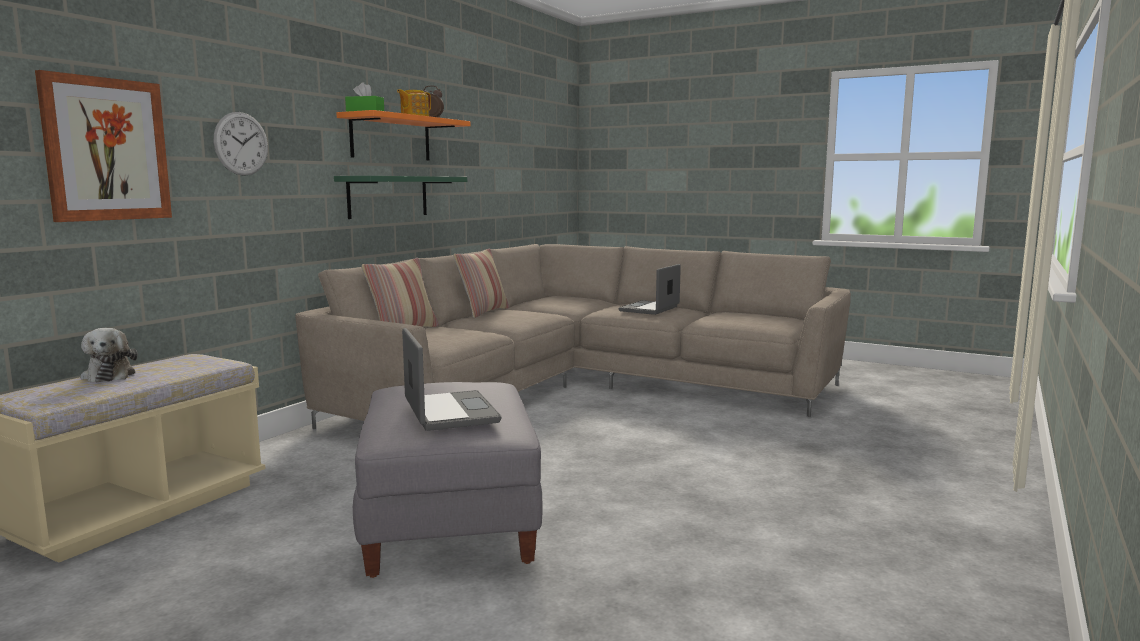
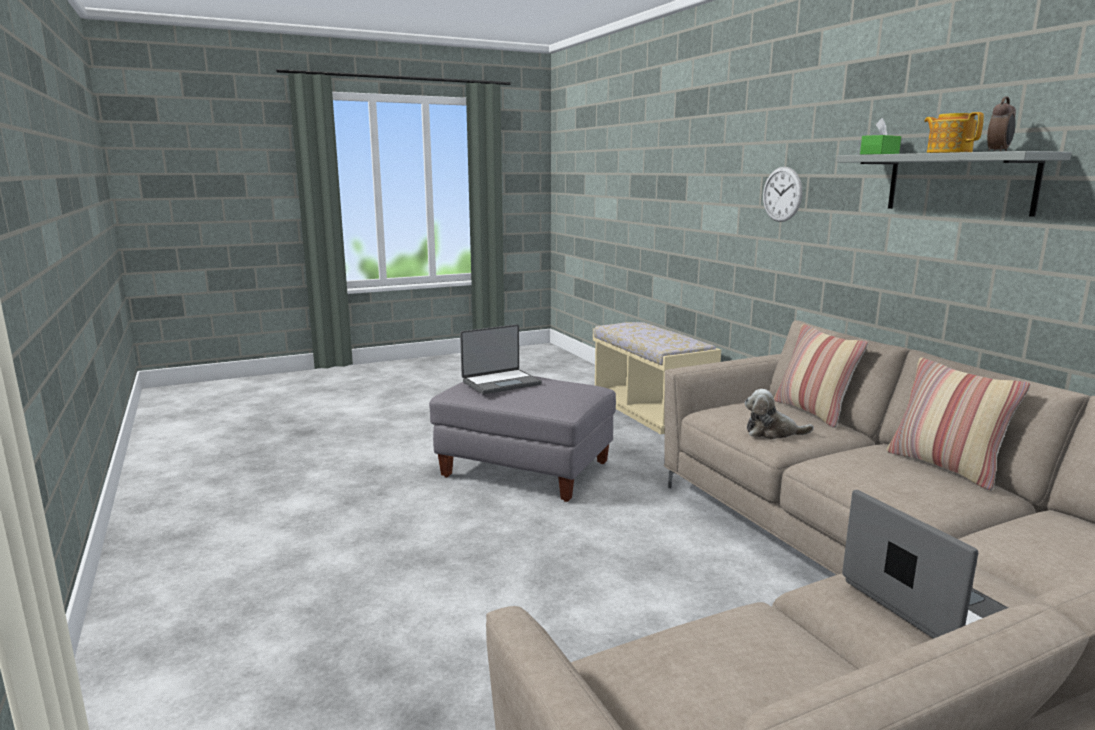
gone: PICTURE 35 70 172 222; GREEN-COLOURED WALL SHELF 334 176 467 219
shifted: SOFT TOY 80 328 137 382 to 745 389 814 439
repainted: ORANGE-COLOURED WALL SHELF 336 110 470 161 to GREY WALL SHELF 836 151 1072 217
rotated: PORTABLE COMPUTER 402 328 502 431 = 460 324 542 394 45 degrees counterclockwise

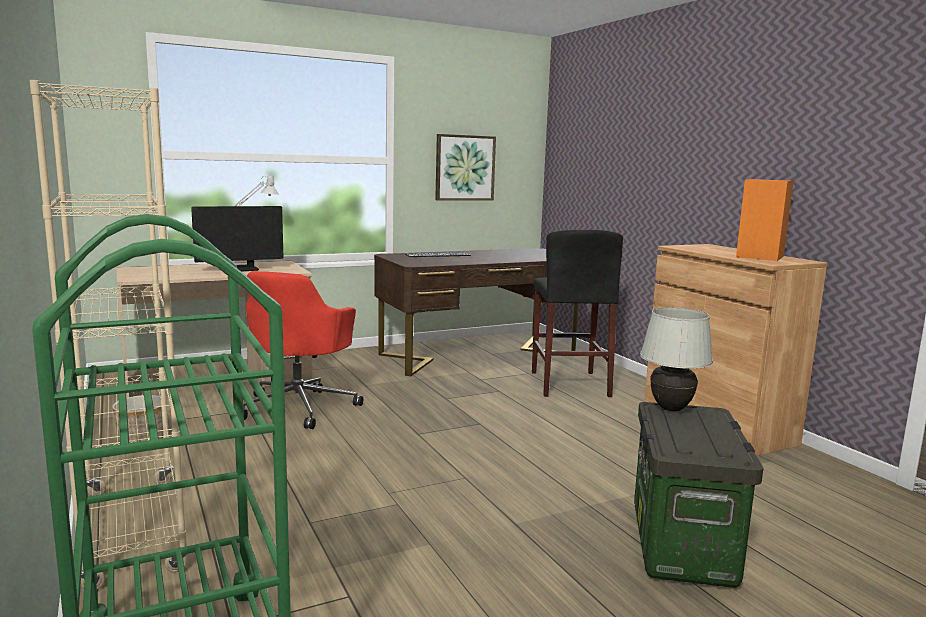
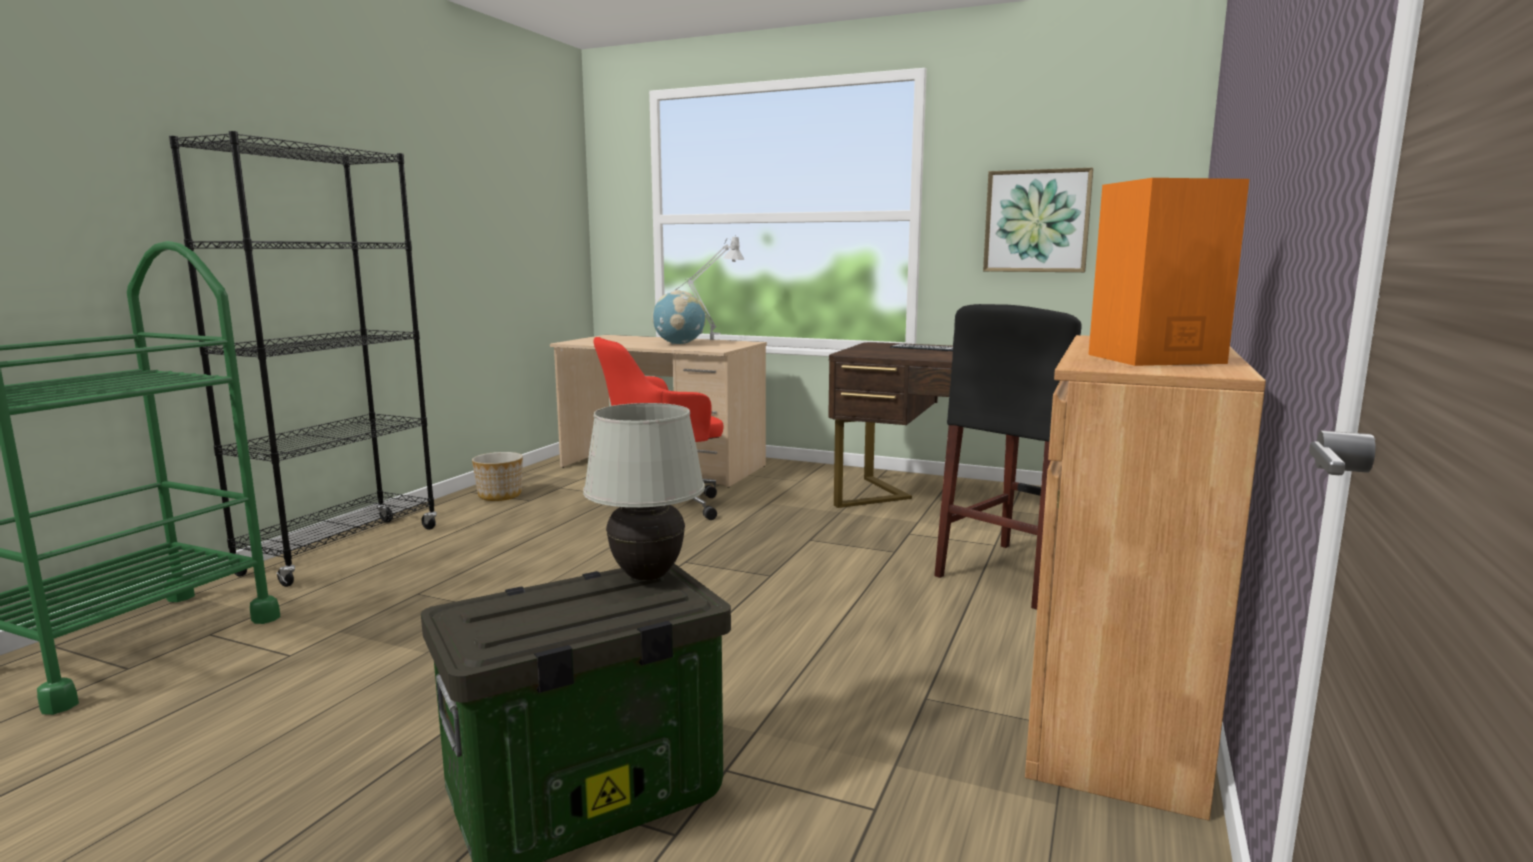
swapped: COMPUTER DISPLAY 191 206 284 272 to DESK GLOBE 652 290 706 344
repainted: SAND-COLOURED SHELVING UNIT 30 80 187 590 to BLACKISH SHELVING UNIT 169 131 437 587

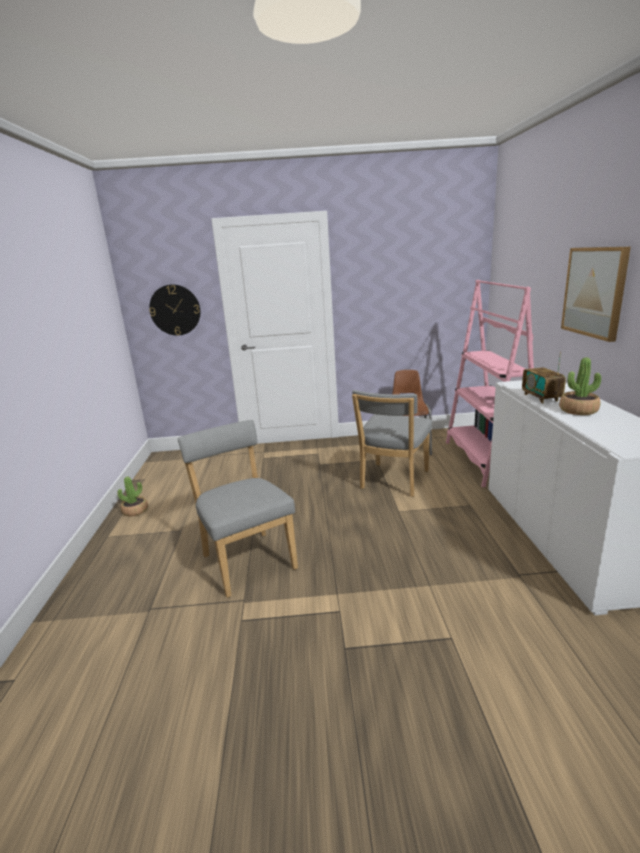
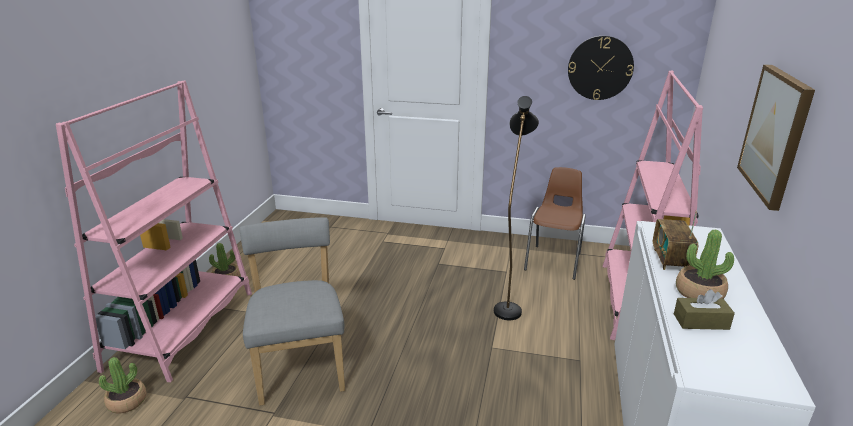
new: PINKISH SHELVING UNIT 56 81 252 382; BROWN TISSUE BOX 674 289 735 330; HOUSEPLANT 99 357 147 414
shifted: HANGING CLOCK 149 284 201 335 to 568 36 634 100
swapped: GREY CHAIR 352 390 432 497 to BLACKISH STANDARD LAMP 494 96 539 320

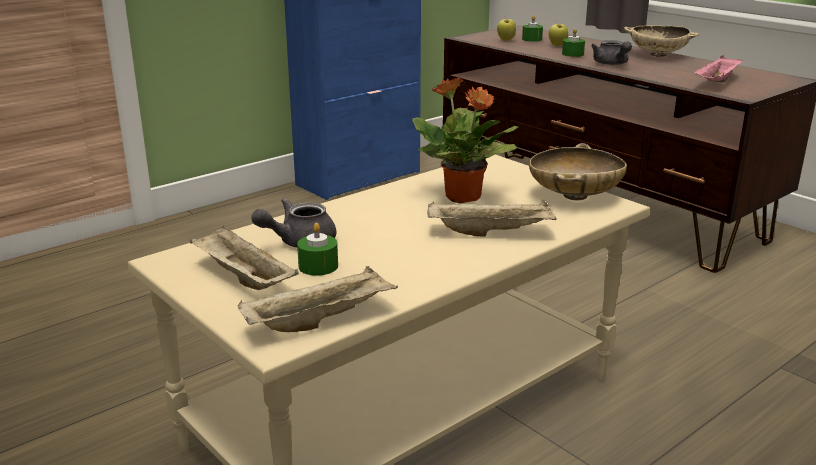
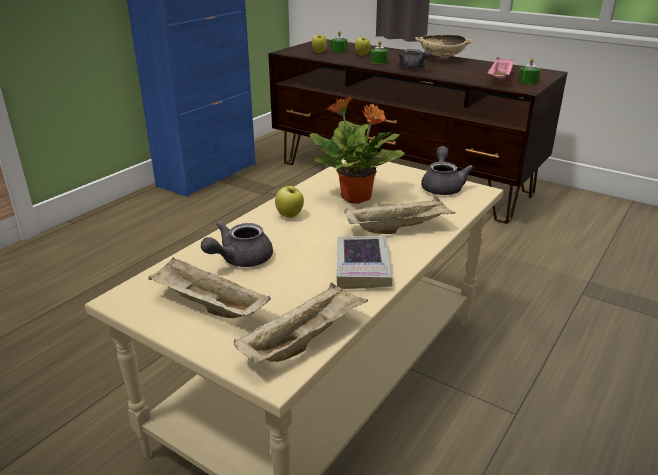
new: APPLE 275 185 304 218; BOOK 336 235 393 289
shifted: GREEN-COLOURED WAX CANDLE 297 223 338 276 to 518 58 541 84
swapped: SAND-COLOURED BOWL 529 143 627 200 to GREY TEA POT 421 146 473 195

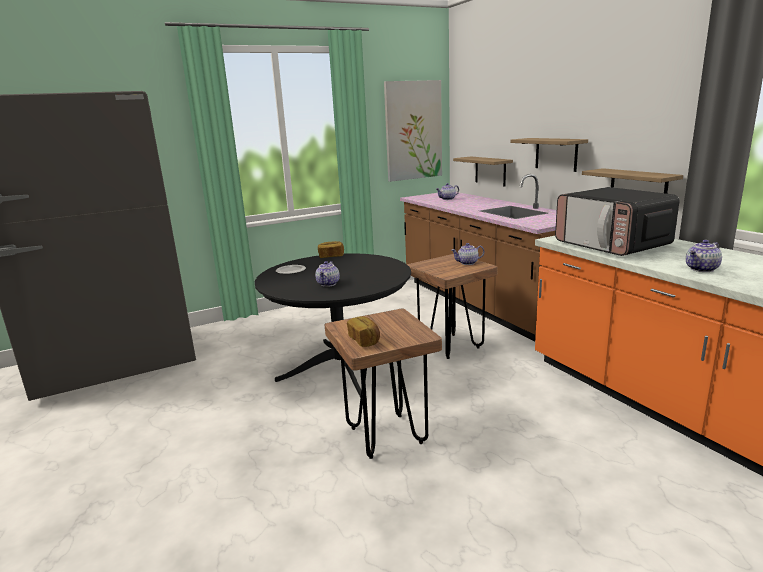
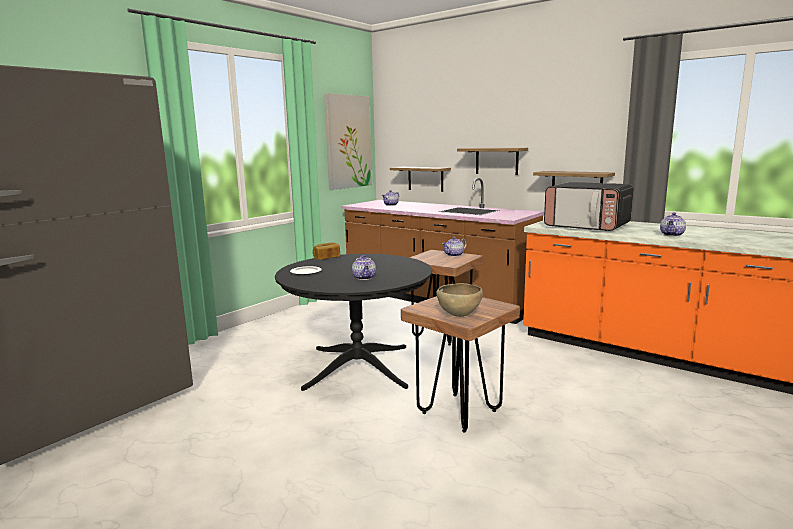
swapped: BAKED BREAD 347 316 380 347 to BROWN BOWL 436 283 483 317

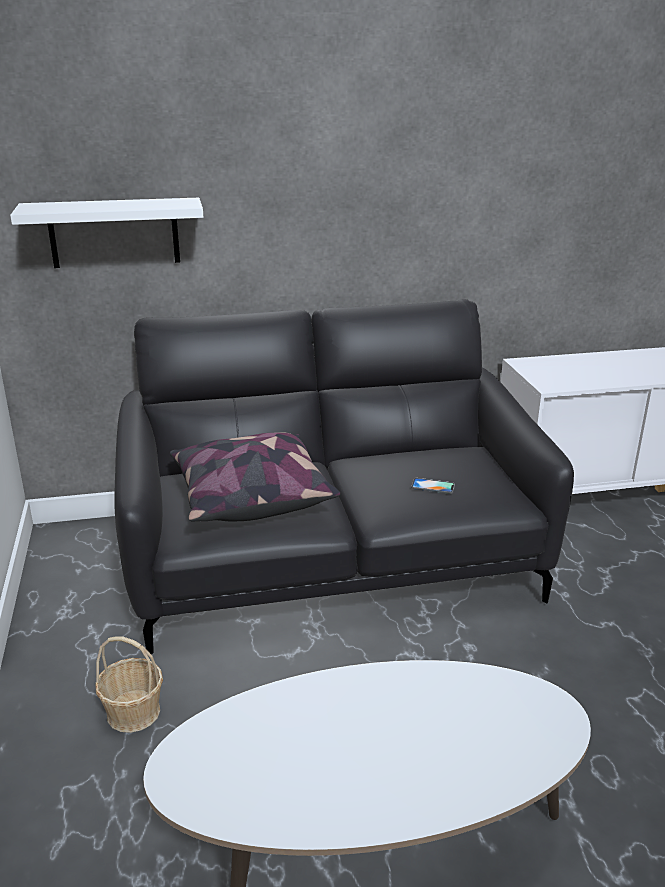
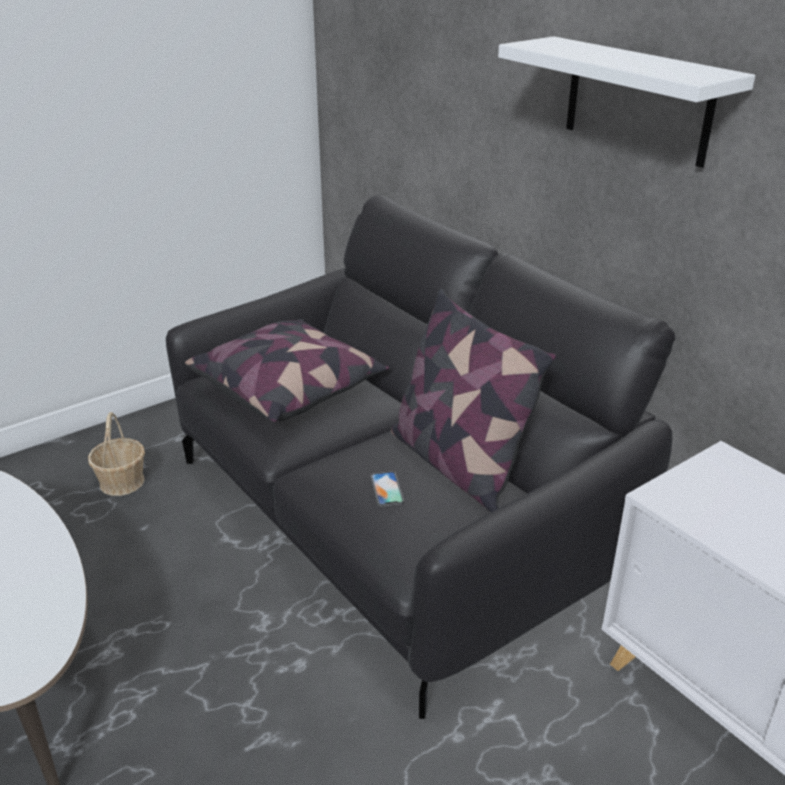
new: CUSHION 391 289 556 512
shifted: WHITE WALL SHELF 10 198 203 268 to 498 36 755 168

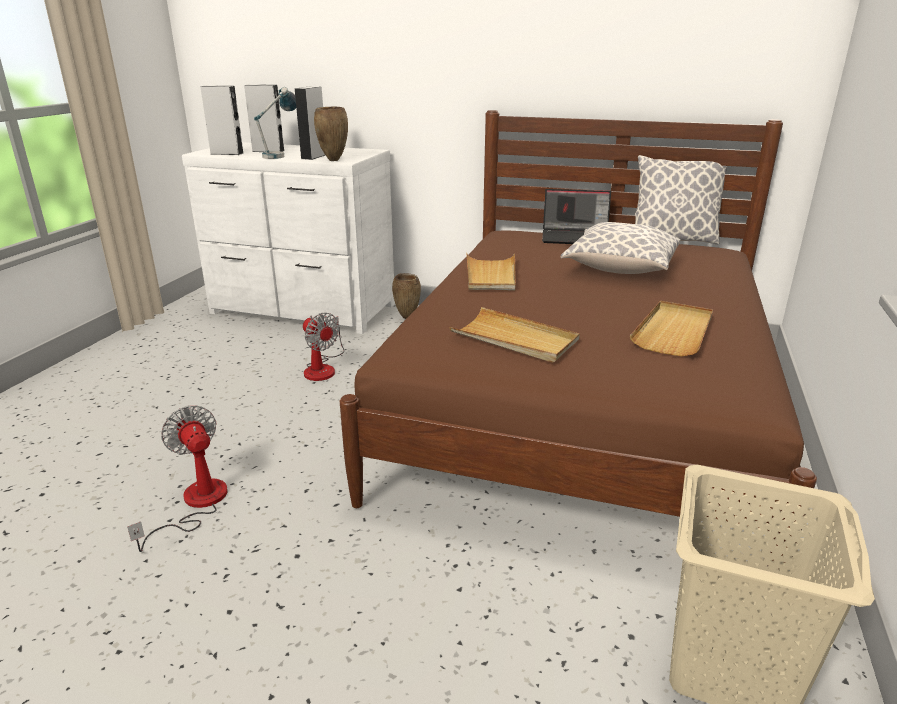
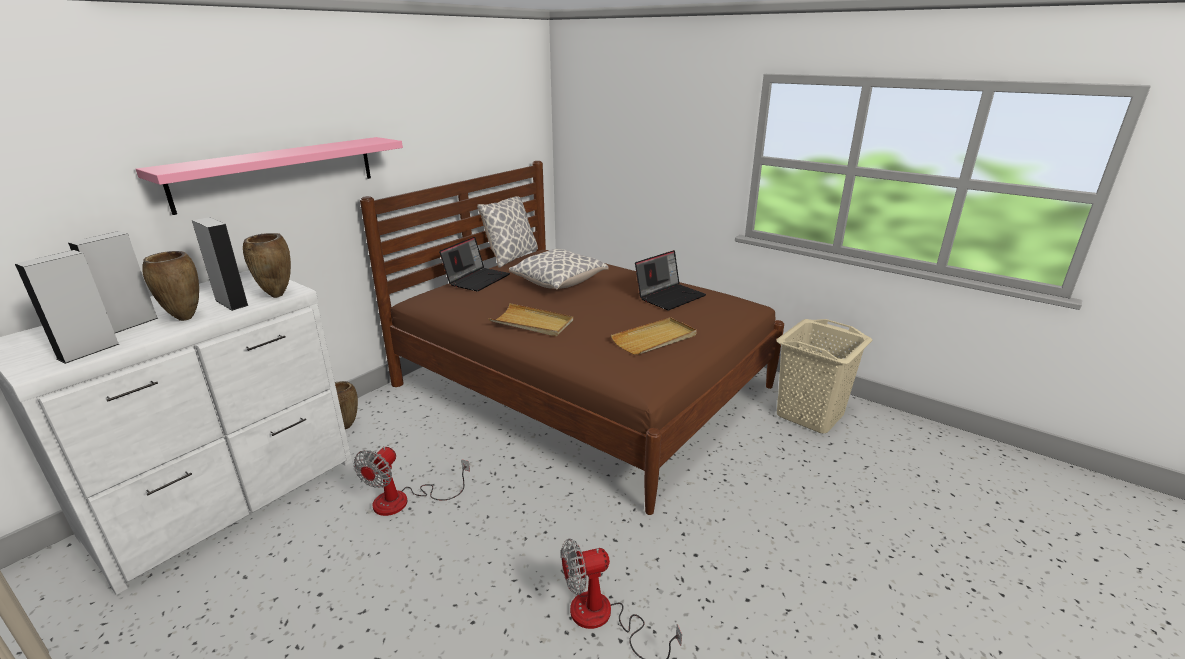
new: PINKISH WALL SHELF 136 137 403 215
swapped: LAMP FOR A TABLE 254 87 296 159 to BROWN VASE 142 251 199 321; SAND-COLOURED SERVING TRAY 630 301 713 356 to PORTABLE COMPUTER 635 250 706 310
rotated: ELECTRIC FAN 303 313 345 381 = 353 446 470 516 135 degrees clockwise

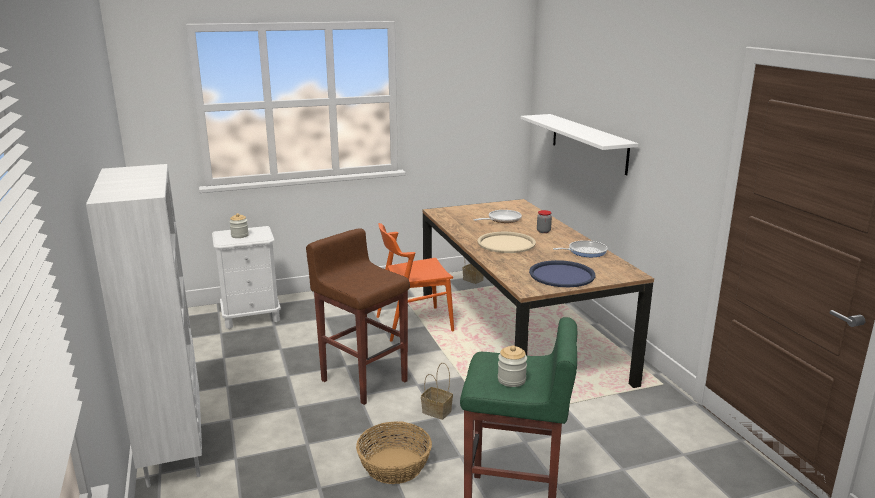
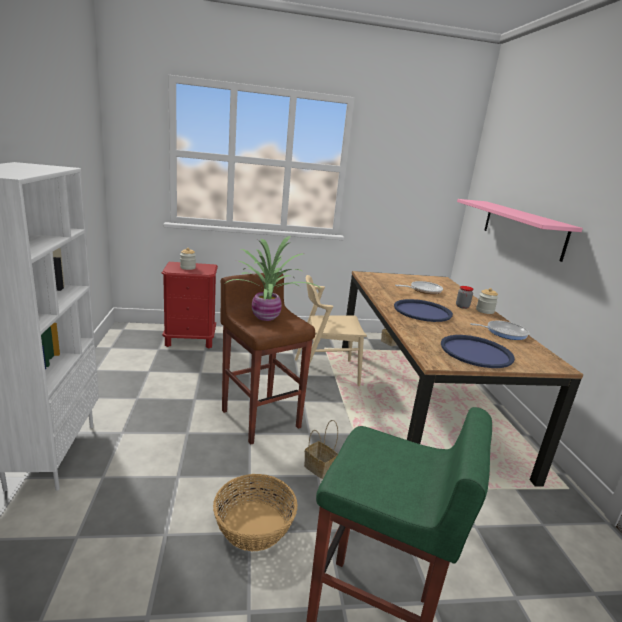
new: HOUSEPLANT 226 236 323 321
shifted: PRESERVE JAR 498 345 527 387 to 476 288 498 314
repainted: WHITE WALL SHELF 520 114 638 175 to PINKISH WALL SHELF 457 199 583 262; ORANGE-COLOURED CHAIR 377 223 454 342 to SAND-COLOURED CHAIR 295 275 367 386; WHITE NIGHTSTAND 212 226 281 329 to REDDISH NIGHTSTAND 161 262 218 348; SAND-COLOURED SERVING TRAY 477 232 536 253 to BLUE-COLOURED SERVING TRAY 394 299 453 322

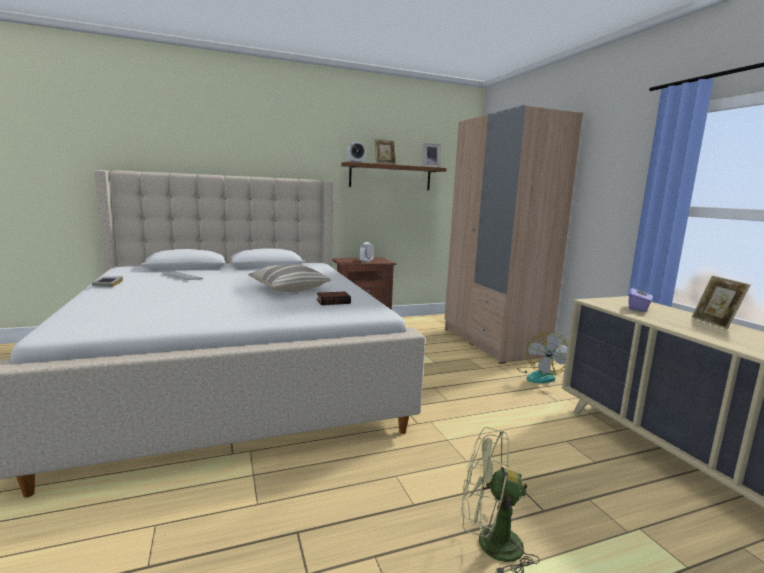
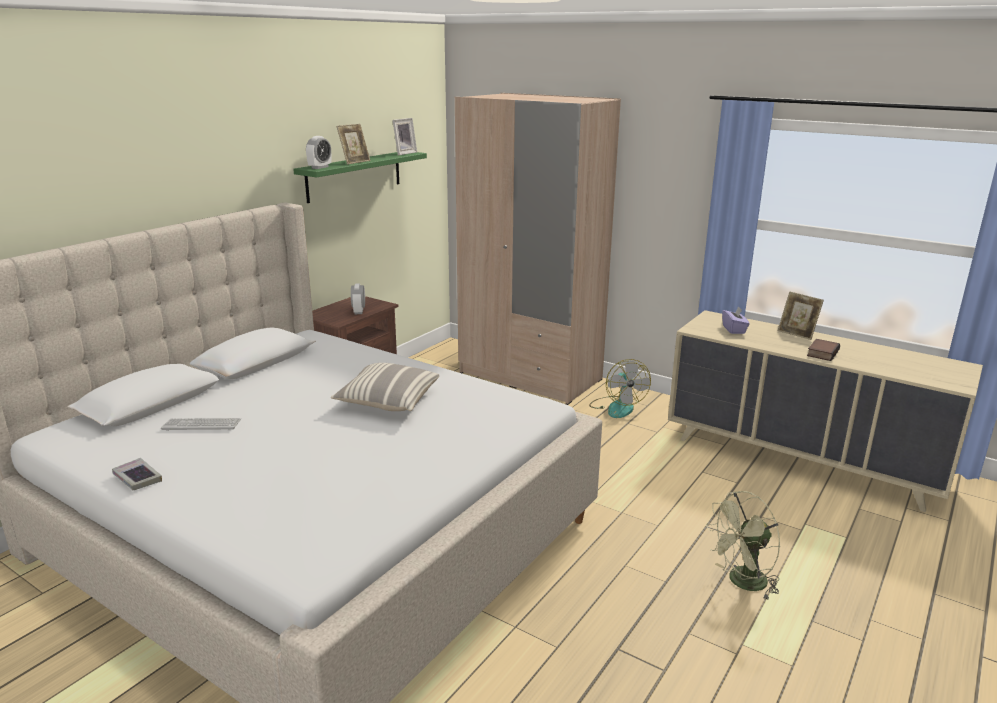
shifted: BOOK 317 291 351 305 to 807 339 840 361
repainted: BROWN WALL SHELF 341 162 447 190 to GREEN-COLOURED WALL SHELF 293 152 427 203

